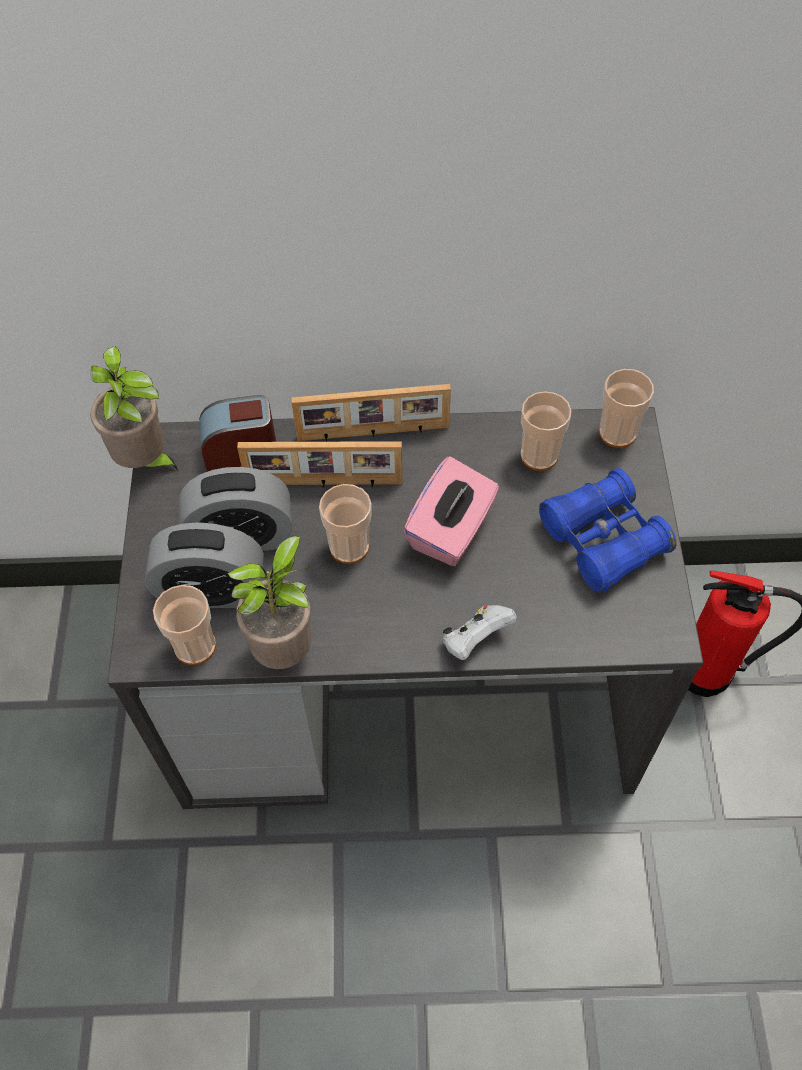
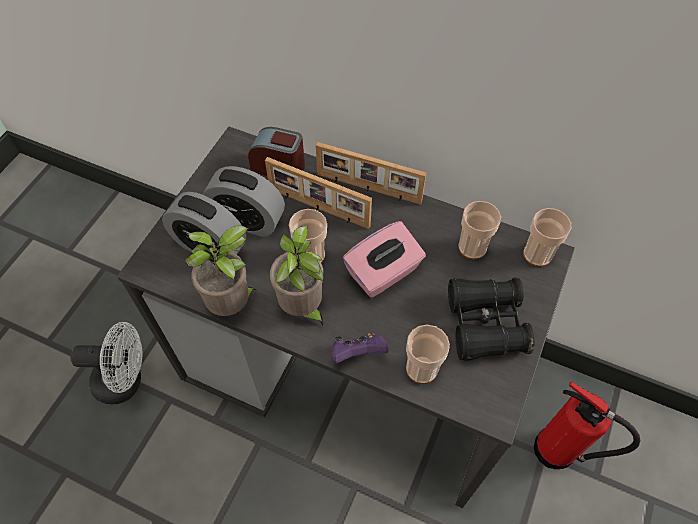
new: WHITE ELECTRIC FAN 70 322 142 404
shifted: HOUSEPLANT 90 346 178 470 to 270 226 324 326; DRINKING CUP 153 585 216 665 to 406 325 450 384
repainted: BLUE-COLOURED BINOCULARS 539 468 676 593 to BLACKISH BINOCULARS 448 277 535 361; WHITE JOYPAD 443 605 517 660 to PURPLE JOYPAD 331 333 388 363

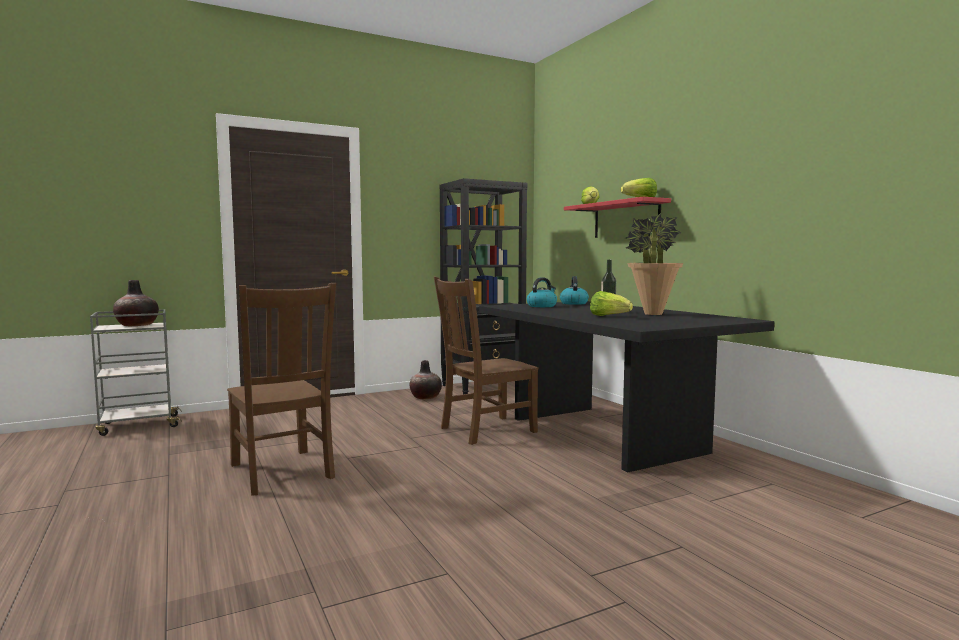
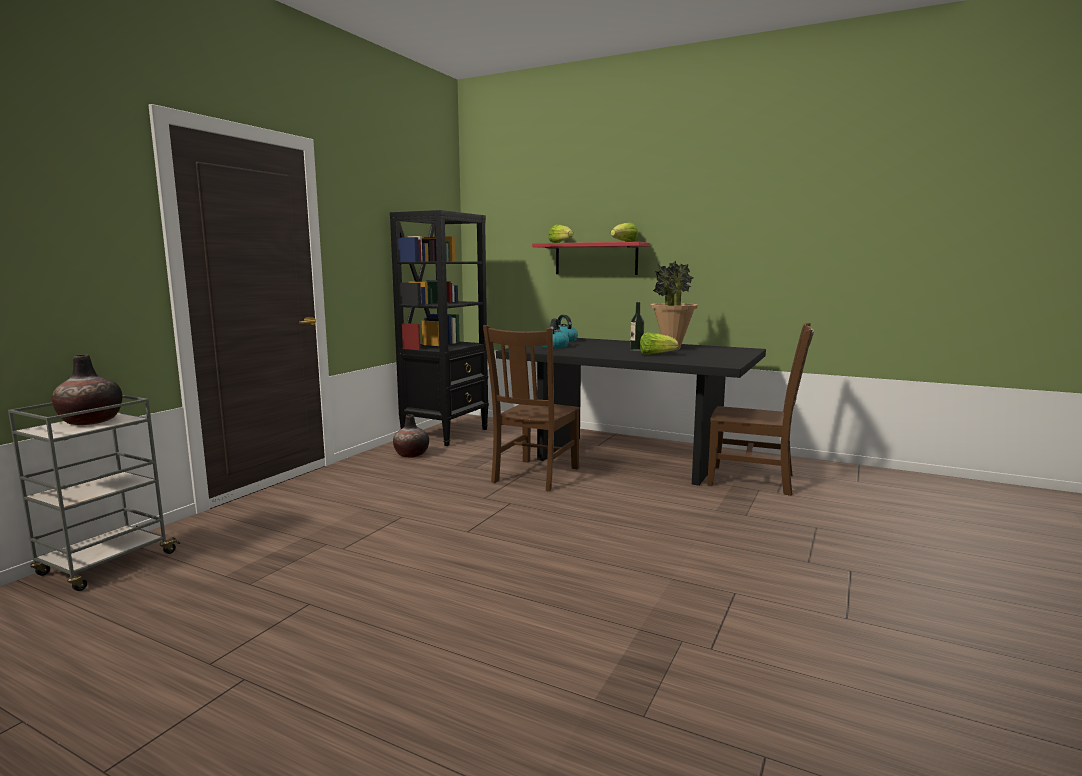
shifted: BROWN CHAIR 227 283 336 496 to 707 323 814 496

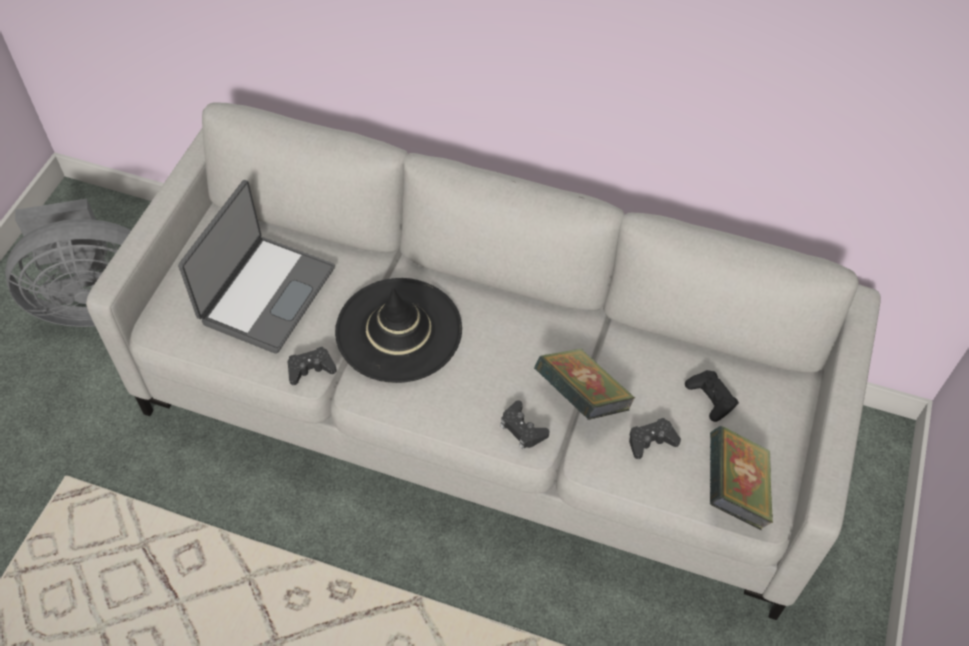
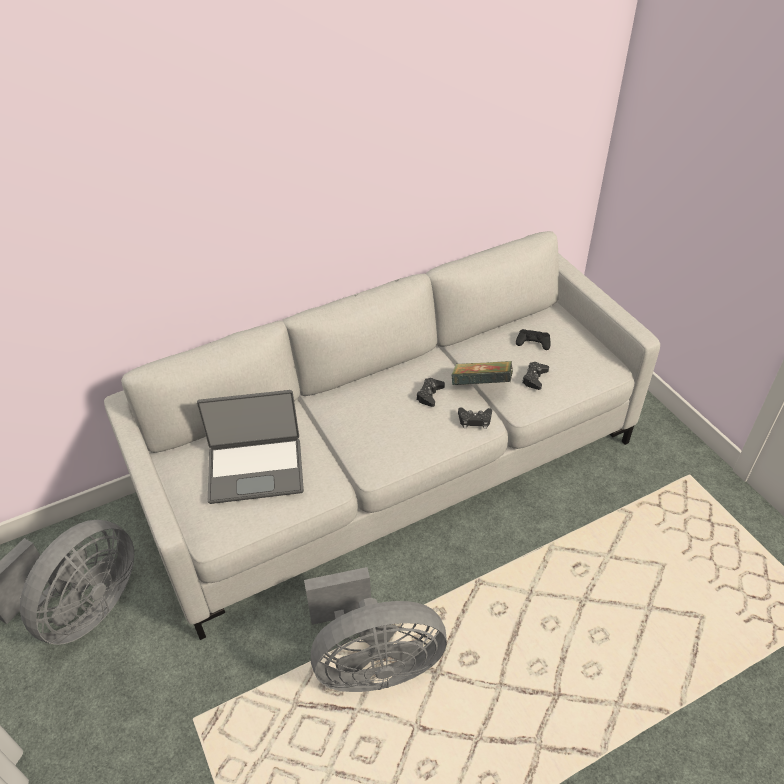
gone: BLACKISH CLOTHING HAT 335 278 462 383; BOOK 710 426 773 530
new: GREY ELECTRIC FAN 304 567 447 692
shifted: BLACKISH JOYPAD 288 347 337 385 to 416 378 445 407
rotated: PORTABLE COMPUTER 178 180 335 354 = 197 390 304 504 105 degrees clockwise

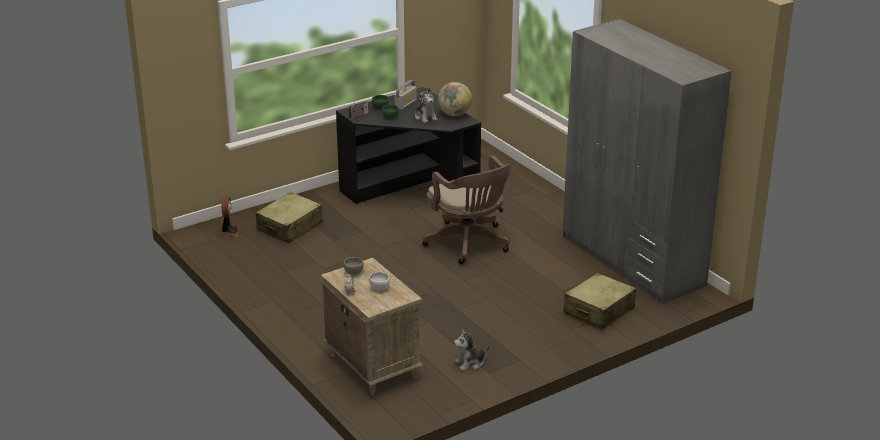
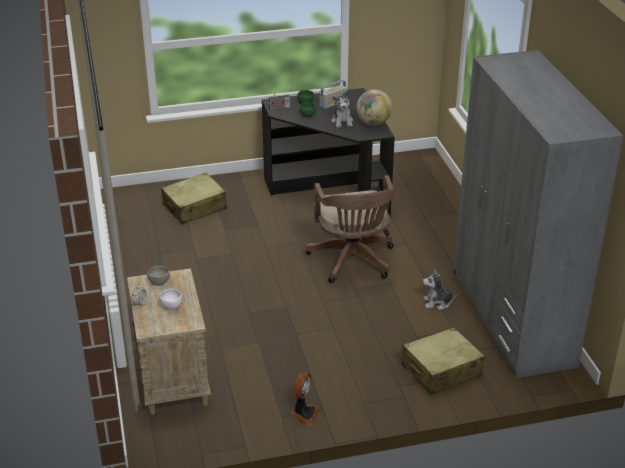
shifted: ELECTRIC FAN 220 196 240 237 to 291 372 319 425; SOFT TOY 453 329 490 371 to 423 269 459 310

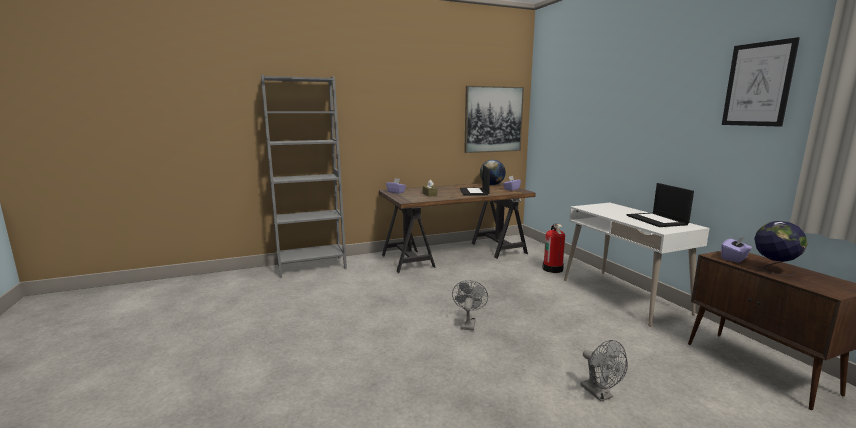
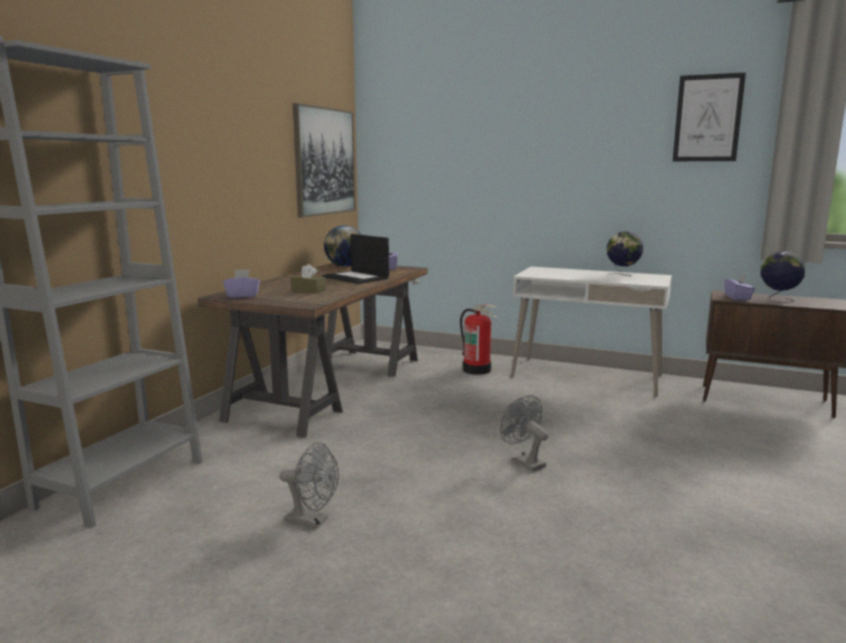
shifted: GREY ELECTRIC FAN 580 340 628 402 to 279 442 339 529
swapped: PORTABLE COMPUTER 626 183 694 227 to DESK GLOBE 607 231 643 277

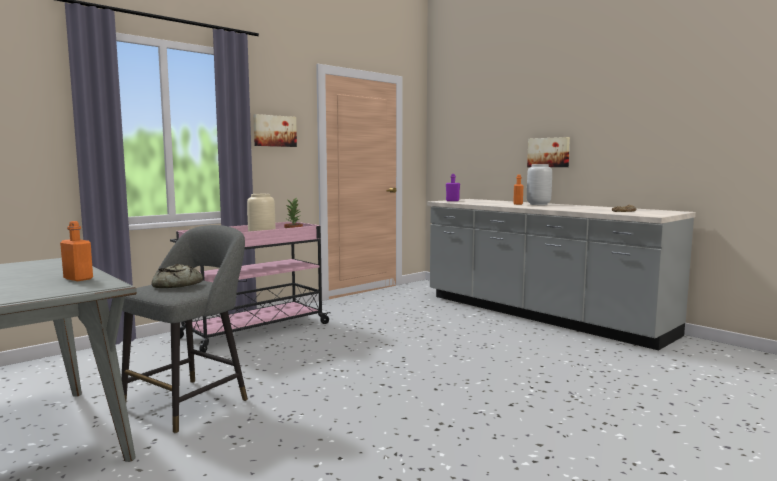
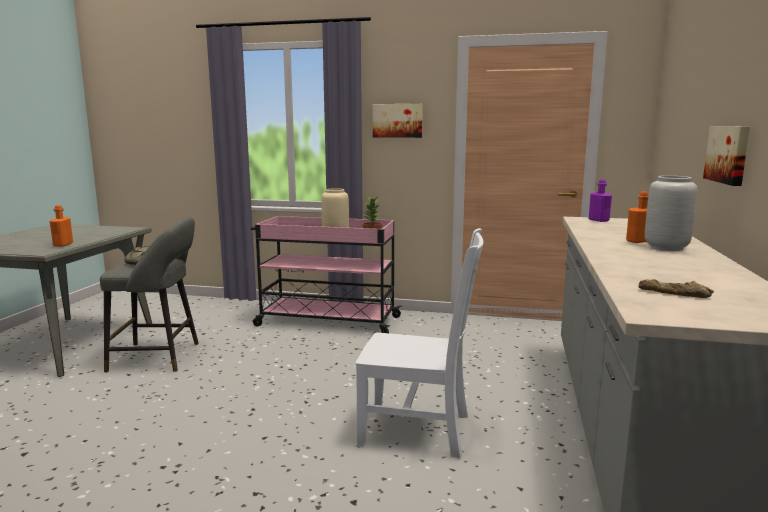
new: WHITE CHAIR 355 228 483 459

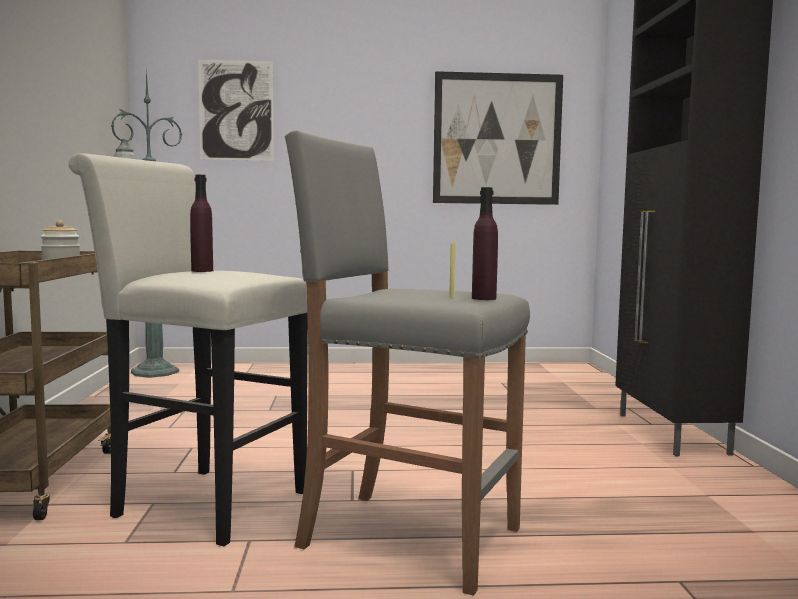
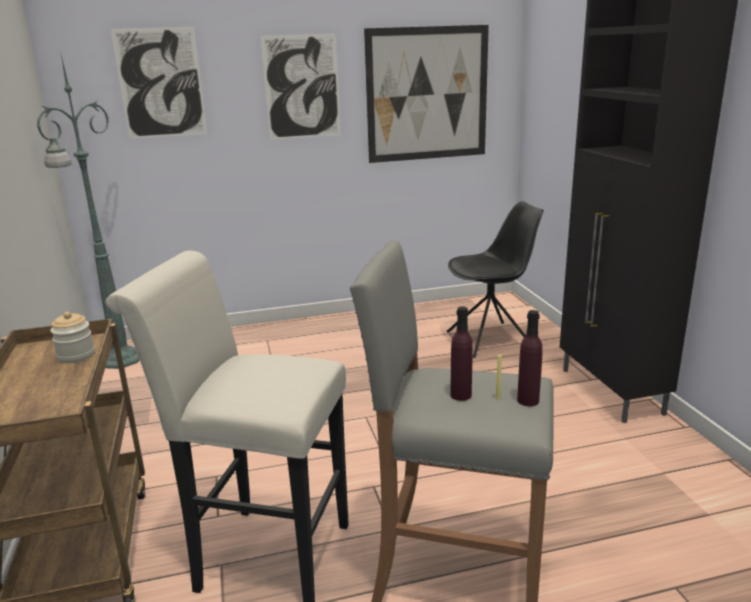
new: PICTURE 260 33 341 140; BLACKISH CHAIR 447 201 544 358
shifted: PURPLE BEVERAGE BOTTLE 190 175 213 272 to 450 306 473 401

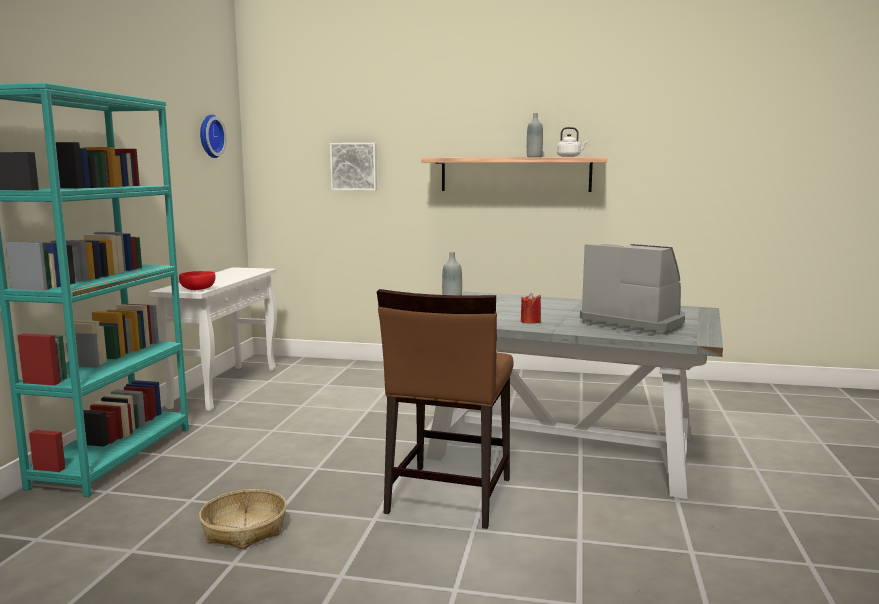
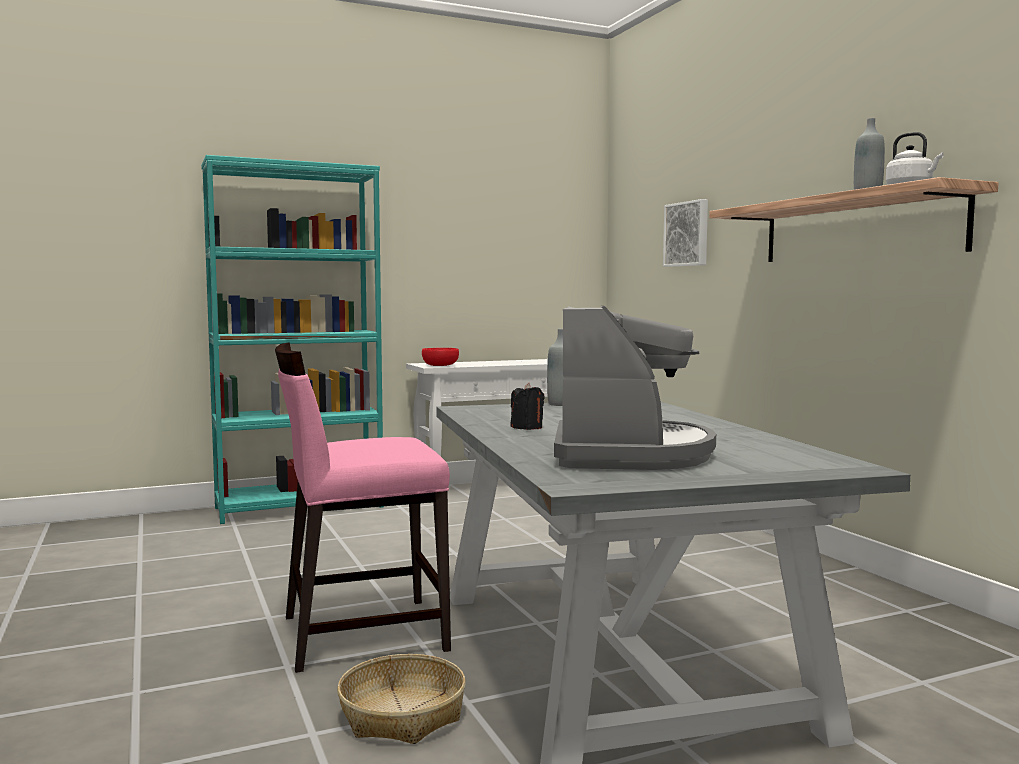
gone: HANGING CLOCK 200 114 227 158
shifted: BASKET 199 489 287 550 to 337 654 466 744
repainted: BROWN CHAIR 377 289 514 529 to PINKISH CHAIR 275 342 451 673; REDDISH WAX CANDLE 521 293 541 324 to BLACKISH WAX CANDLE 511 382 544 430

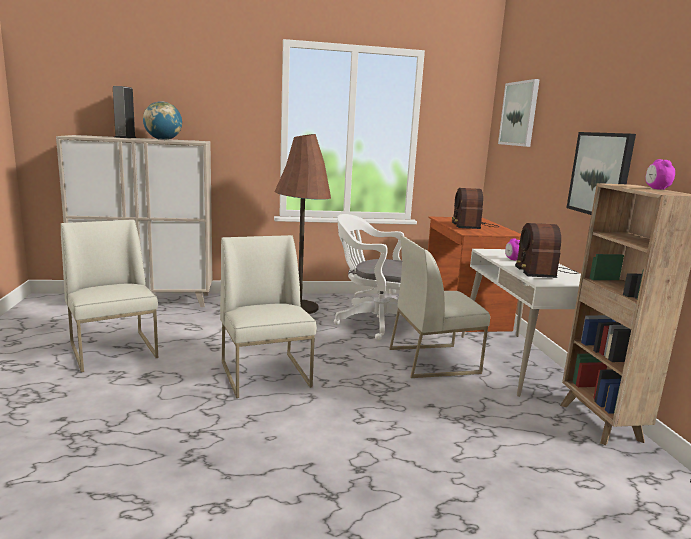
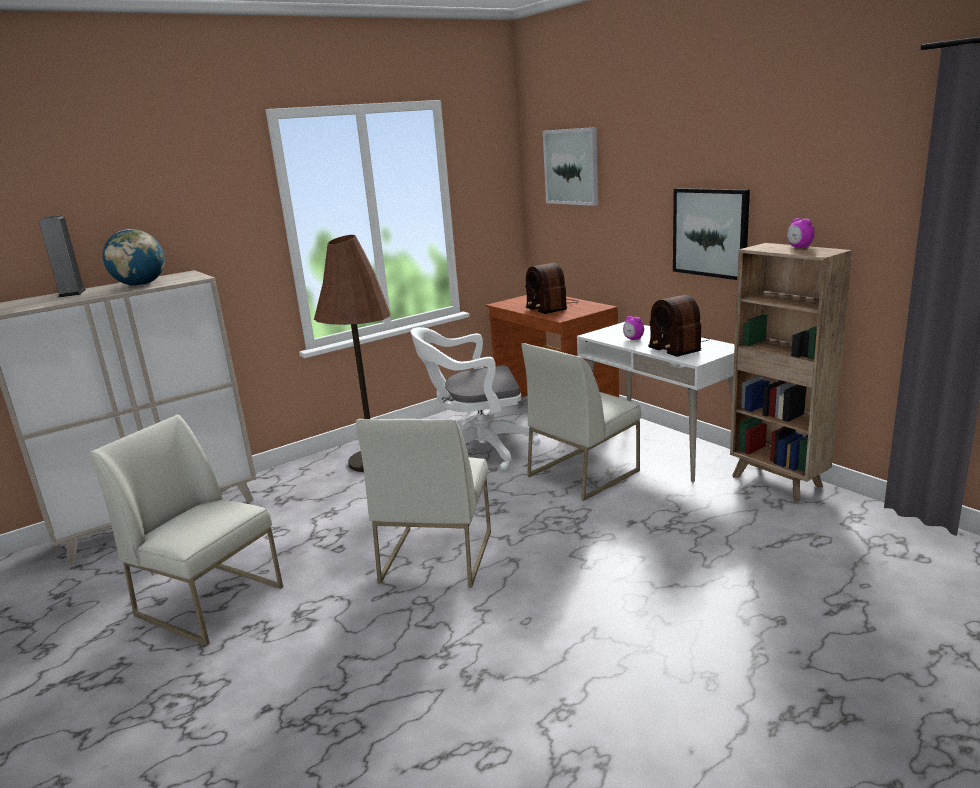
rotated: WHITE CHAIR 220 235 317 398 = 356 419 491 588 120 degrees counterclockwise

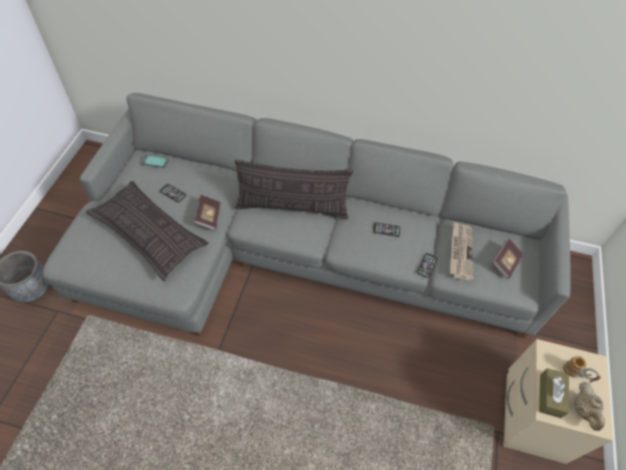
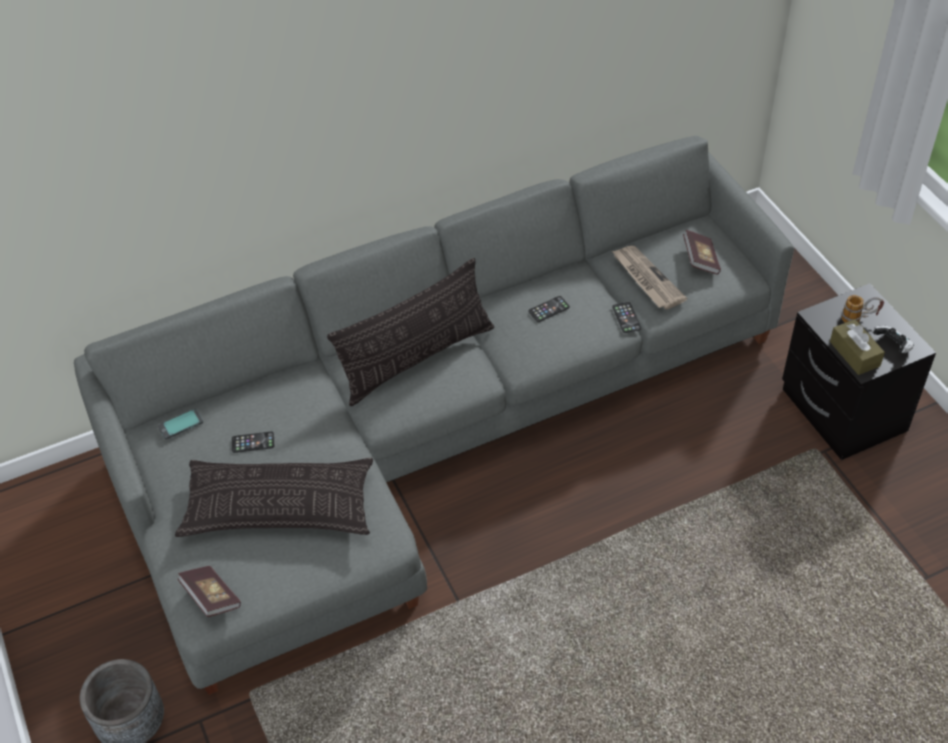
shifted: BOOK 194 195 221 230 to 178 566 241 617
swapped: SAND-COLOURED TEA POT 574 382 605 431 to JOYPAD 872 325 914 353
repainted: SAND-COLOURED NIGHTSTAND 503 339 613 464 to BLACKISH NIGHTSTAND 782 283 936 460

